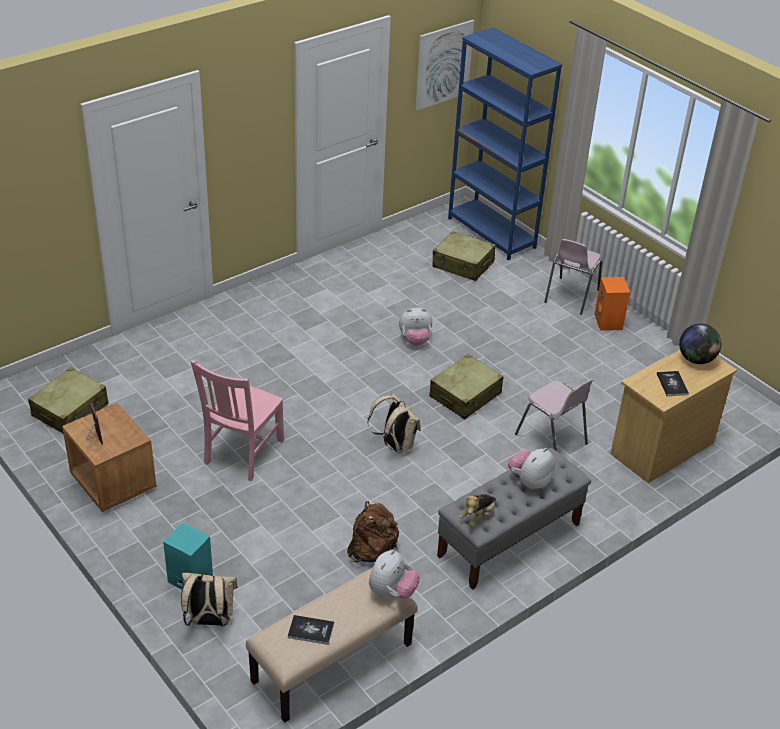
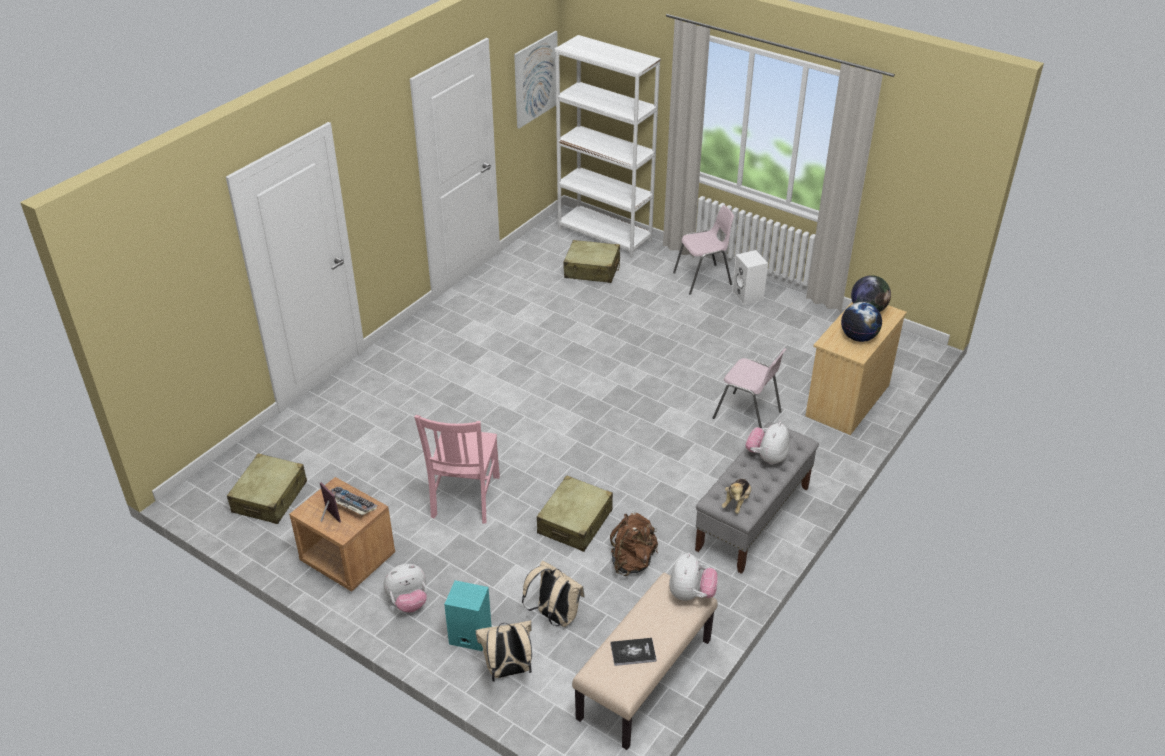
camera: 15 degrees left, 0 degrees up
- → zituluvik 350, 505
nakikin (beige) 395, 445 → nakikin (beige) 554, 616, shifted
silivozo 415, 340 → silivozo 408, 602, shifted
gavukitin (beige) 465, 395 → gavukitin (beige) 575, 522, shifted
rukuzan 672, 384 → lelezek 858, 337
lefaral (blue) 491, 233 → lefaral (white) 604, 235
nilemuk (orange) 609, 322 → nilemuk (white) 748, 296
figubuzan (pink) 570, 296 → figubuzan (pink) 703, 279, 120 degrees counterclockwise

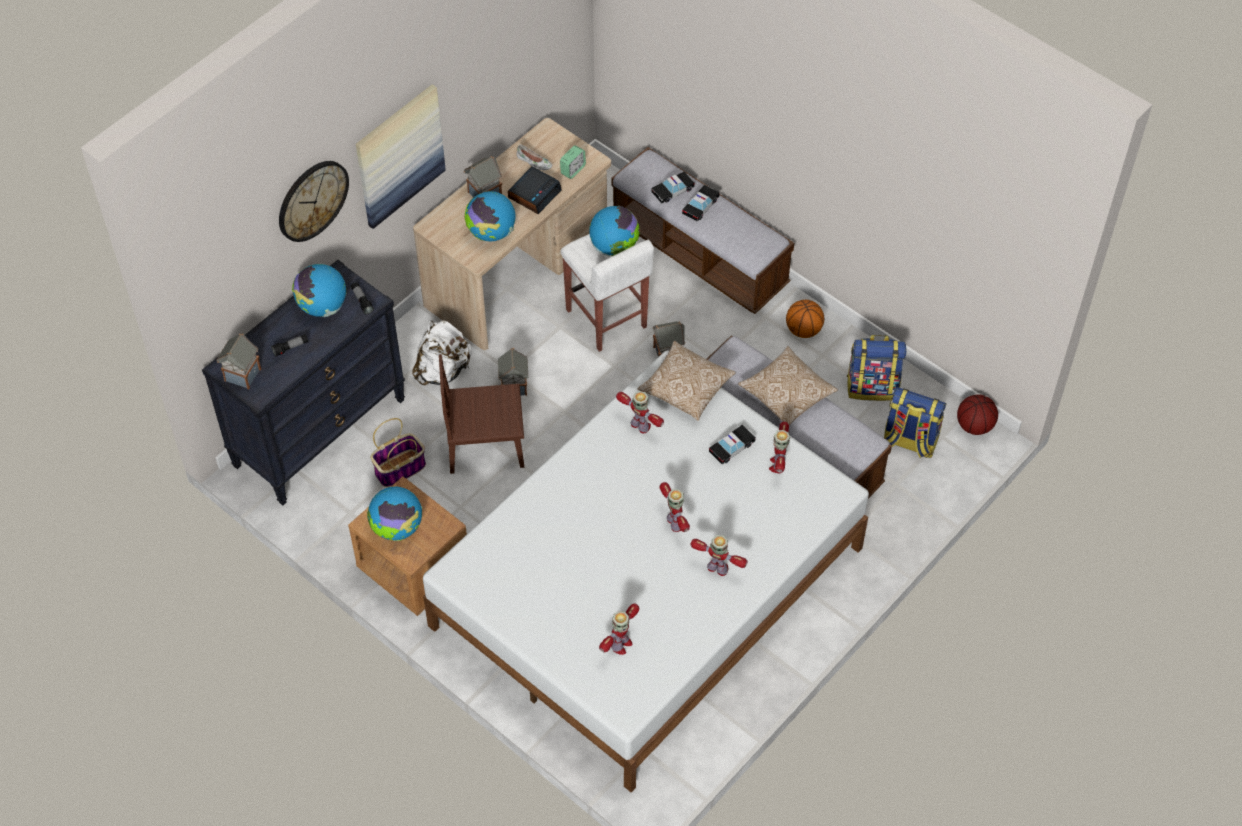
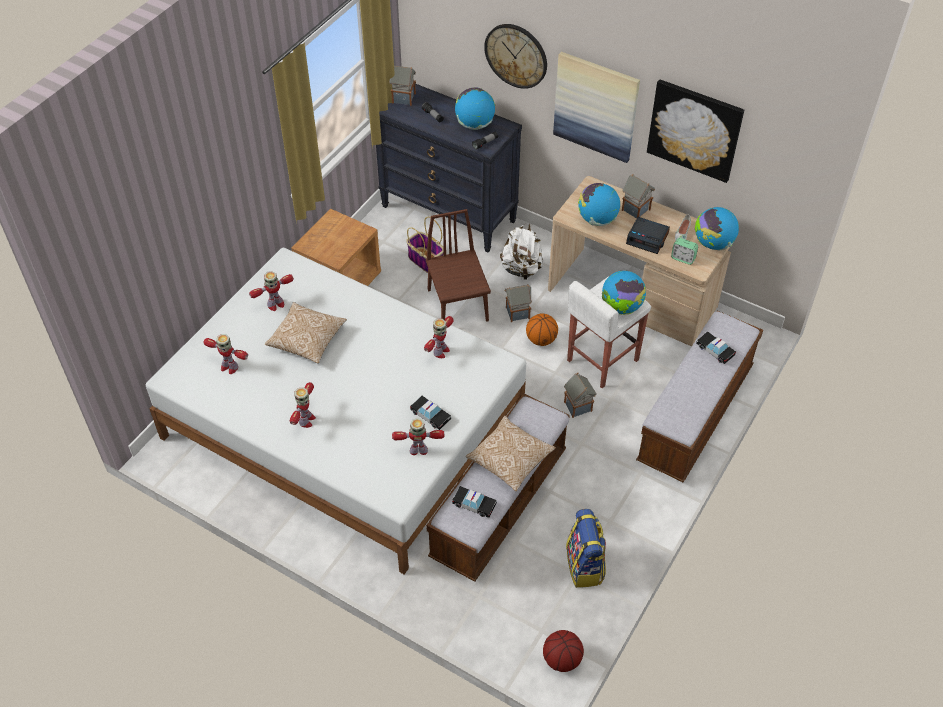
camera: 80 degrees right, 5 degrees down
nakikin 909, 441 → -
- → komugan 695, 130
lelezek 397, 528 → lelezek 713, 244, shifted
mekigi 686, 389 → mekigi 307, 340, shifted
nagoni 675, 523 → nagoni 275, 305, shifted
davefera 700, 206 → davefera 474, 504, shifted
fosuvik 803, 330 → fosuvik 541, 340, shifted

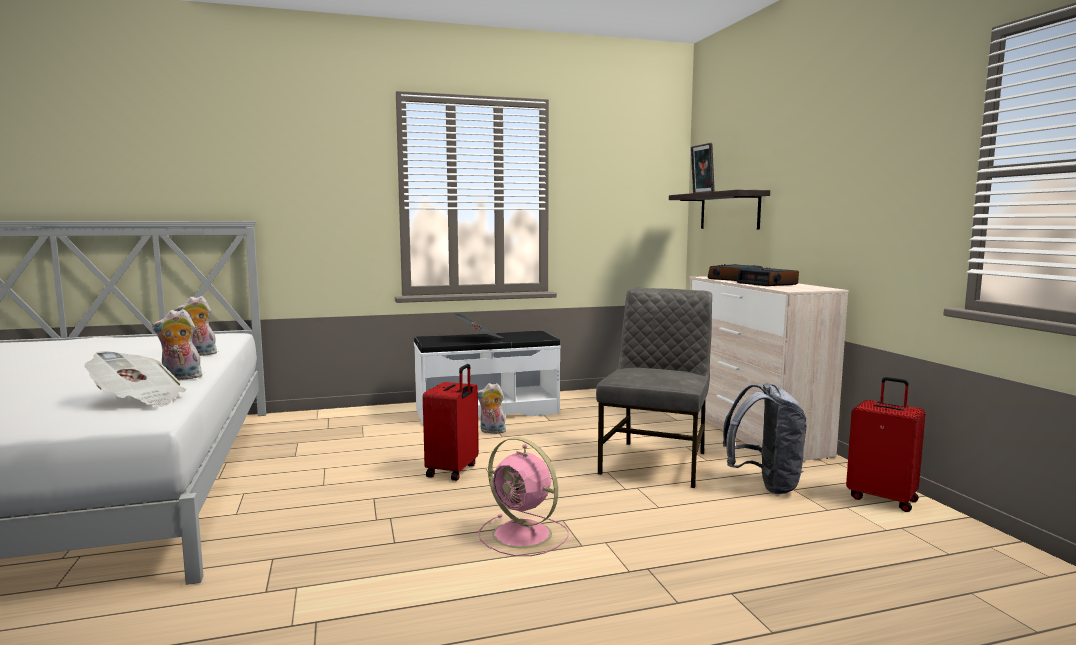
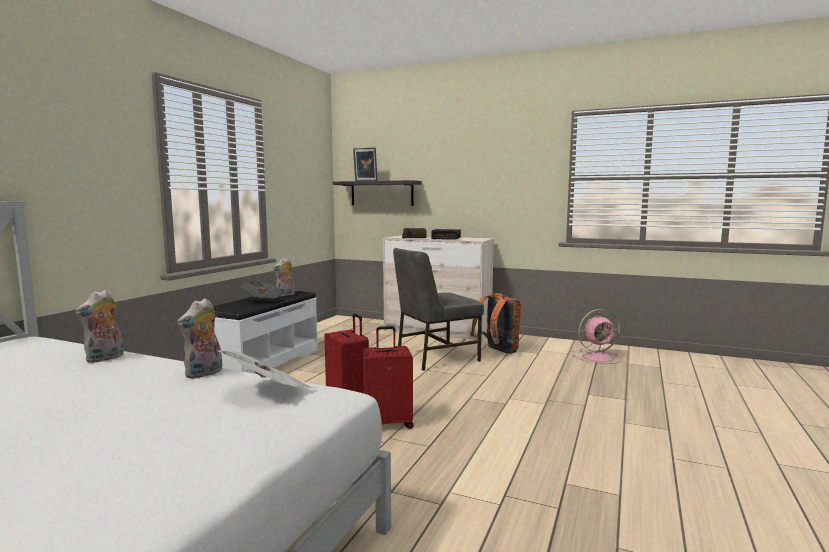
camera: 50 degrees left, 0 degrees up
silivozo 491, 431 → silivozo 285, 295, shifted
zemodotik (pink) 524, 535 → zemodotik (pink) 599, 357, shifted
gavukitin (red) 882, 498 → gavukitin (red) 388, 423, shifted
nakikin (grey) 764, 484 → nakikin (orange) 497, 351
figubuzan (grey) 656, 462 → figubuzan (grey) 435, 357, 90 degrees counterclockwise

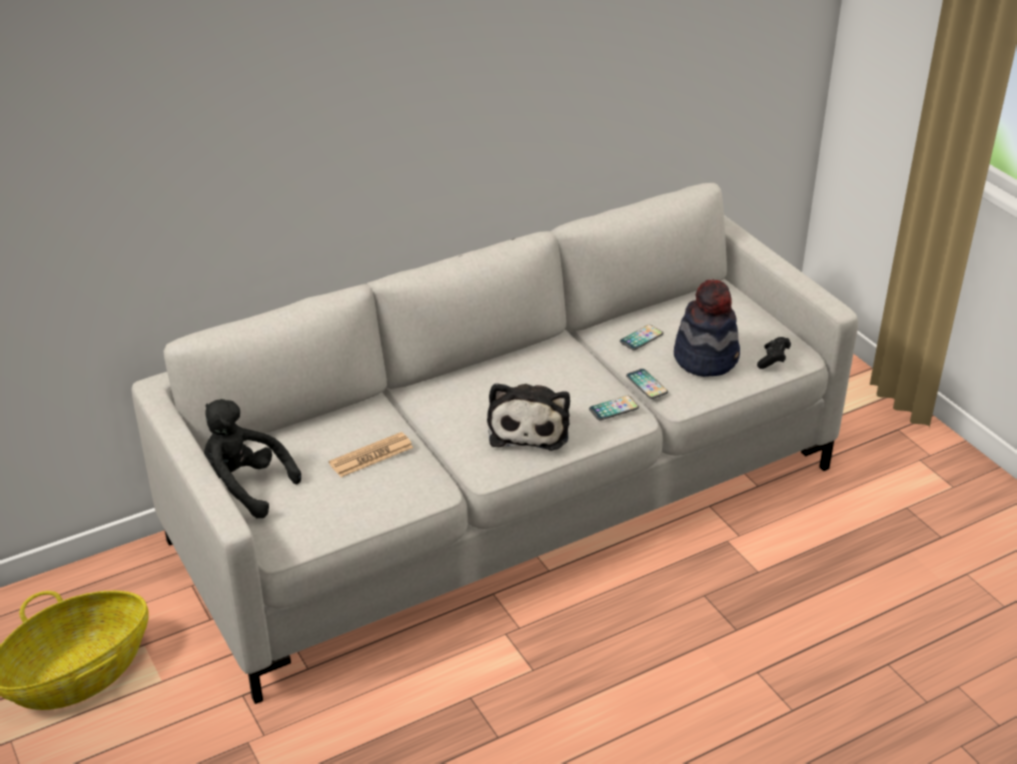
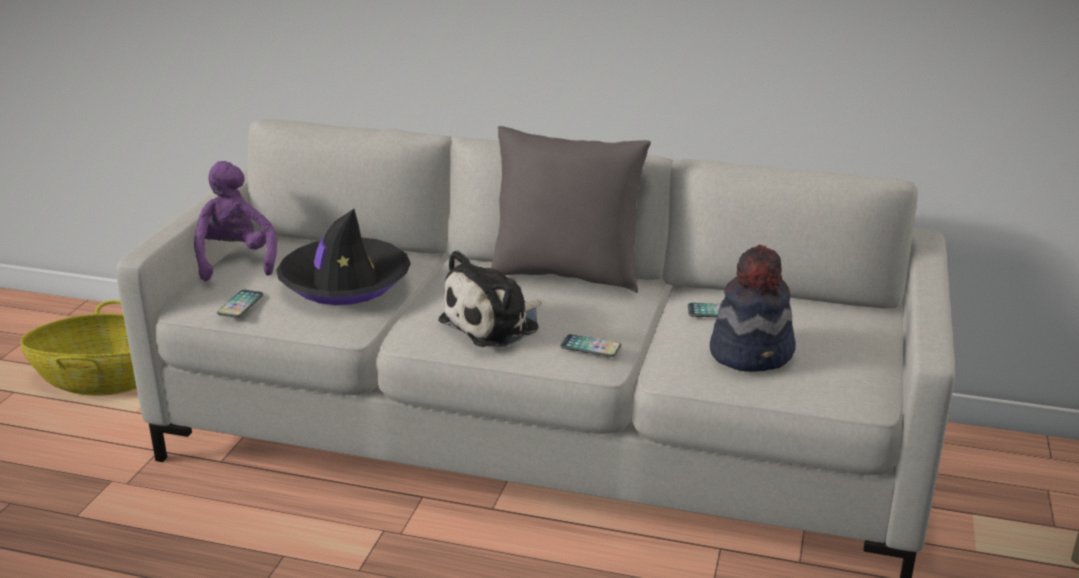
camera: 45 degrees right, 10 degrees down
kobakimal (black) 773, 360 → -
- → mekigi (grey) 566, 275
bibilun 646, 384 → bibilun 240, 305, shifted
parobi 371, 455 → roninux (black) 345, 283
silivozo (black) 243, 488 → silivozo (purple) 233, 261

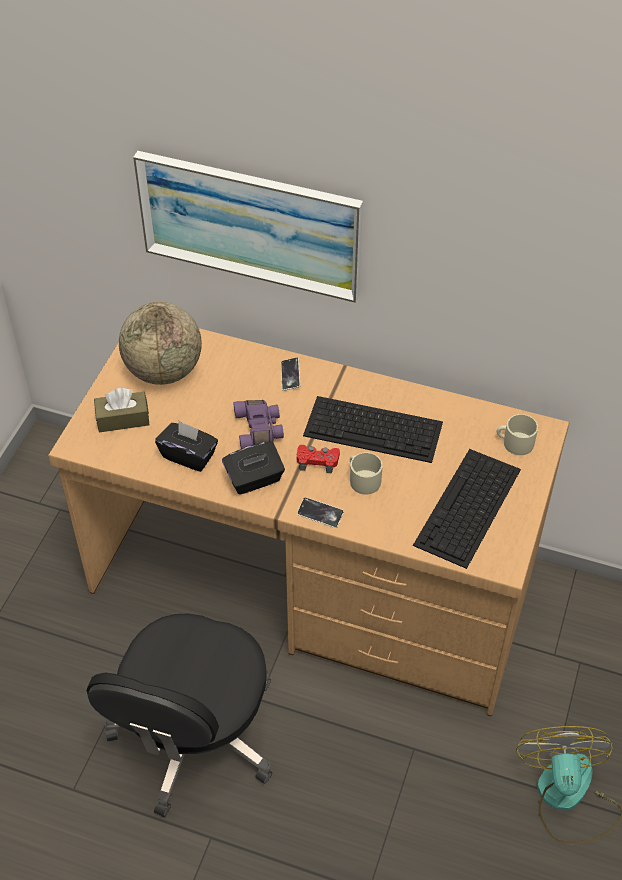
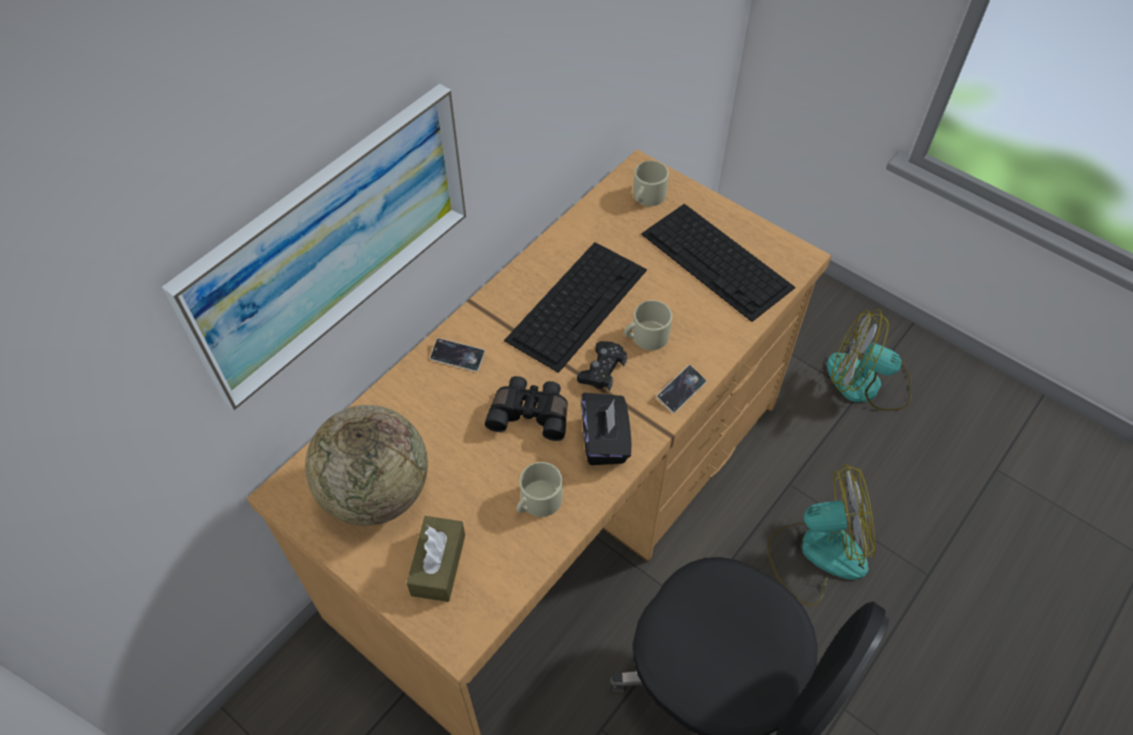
camera: 70 degrees left, 5 degrees up
- → zemodotik 817, 553
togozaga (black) 188, 455 → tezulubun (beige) 537, 502
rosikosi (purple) 260, 430 → rosikosi (black) 530, 413
kobakimal (red) 317, 461 → kobakimal (black) 602, 370

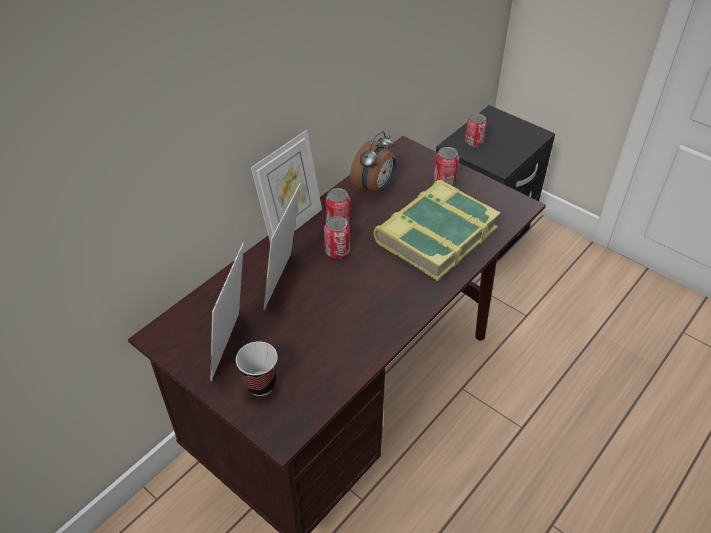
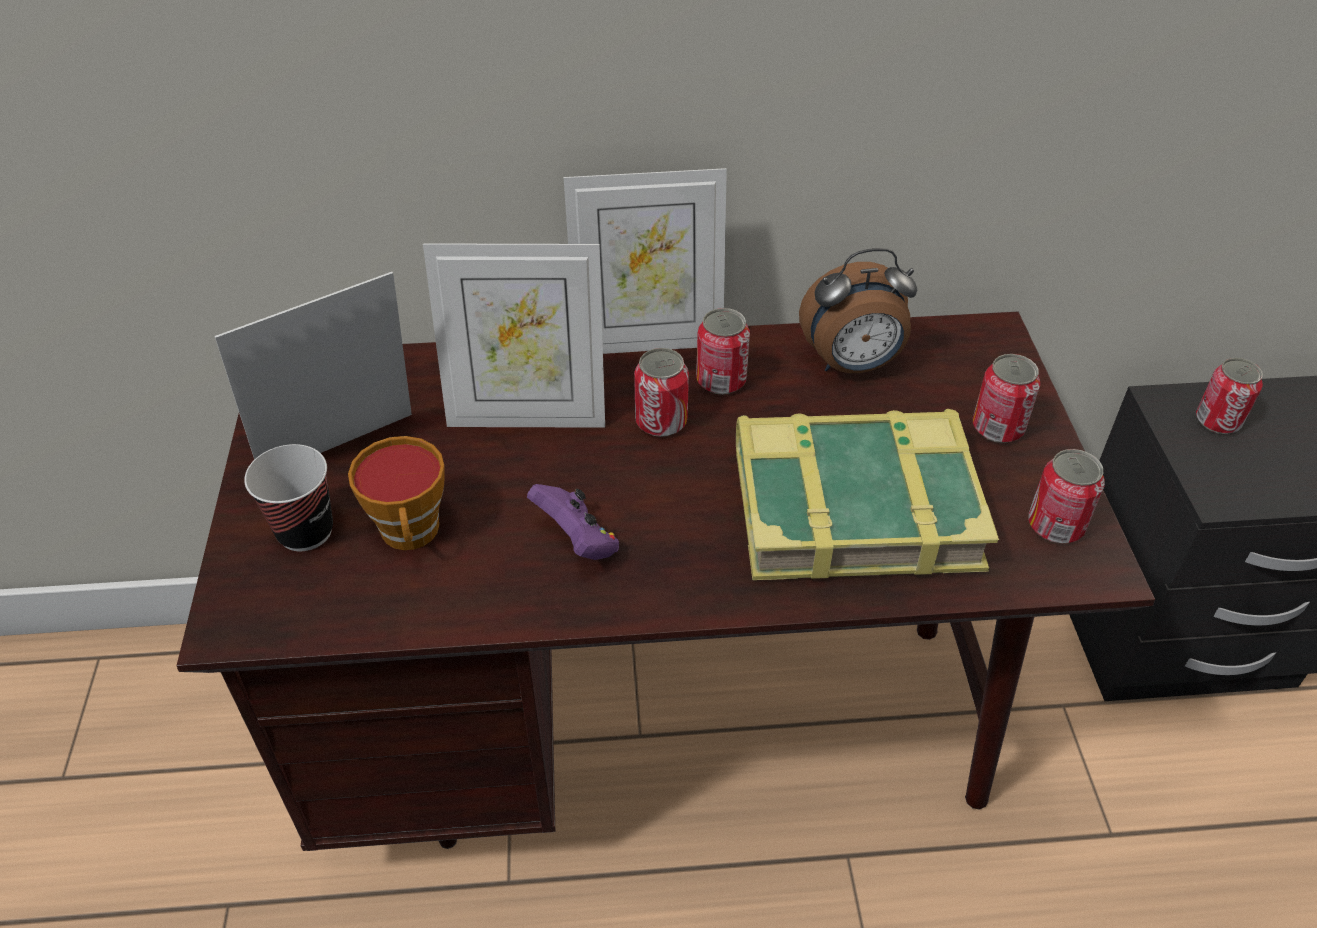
camera: 45 degrees right, 0 degrees up
- → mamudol 412, 533
- → kobakimal (purple) 577, 541
- → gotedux 1055, 525
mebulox 285, 282 → mebulox 527, 415, 150 degrees counterclockwise

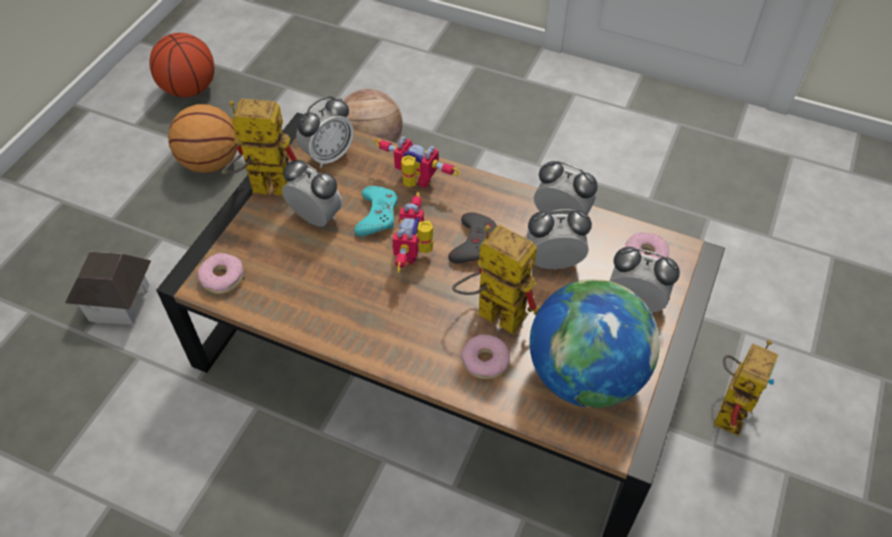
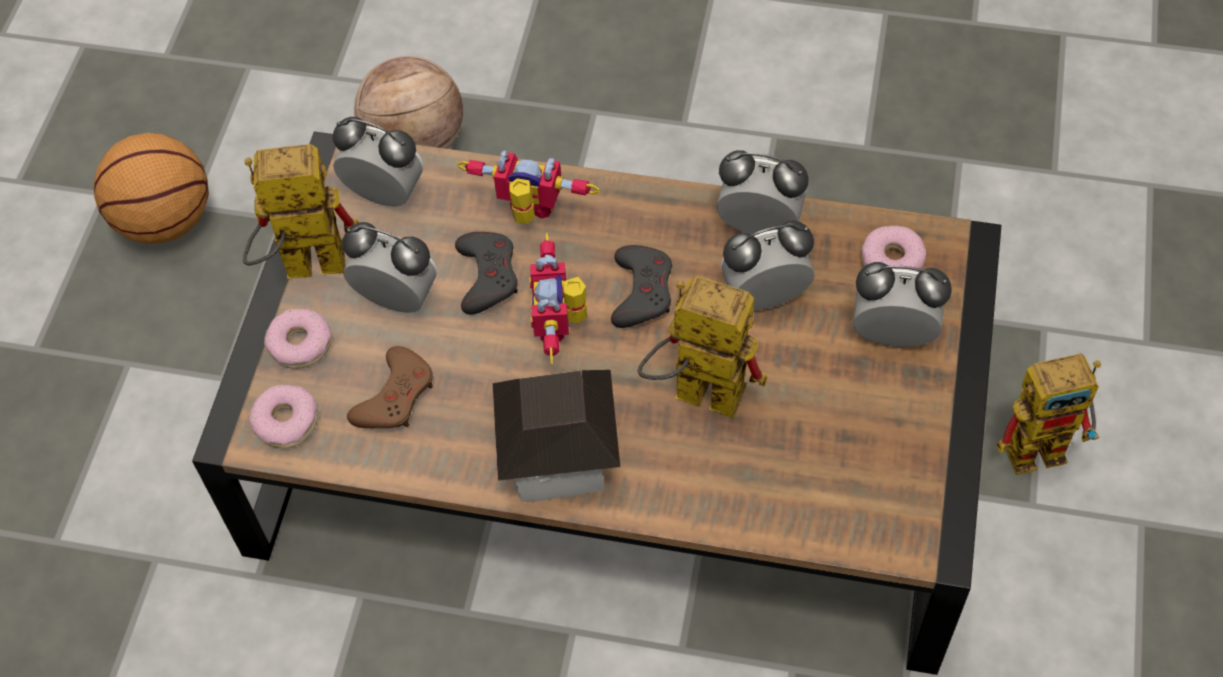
camera: 10 degrees left, 5 degrees up
fosuvik 189, 89 → -
lelezek 585, 375 → -
- → kobakimal (brown) 395, 396
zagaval 119, 302 → zagaval 559, 456, shifted
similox 485, 361 → similox 300, 344, shifted
kobakimal (turquoise) 377, 215 → kobakimal (grey) 487, 276
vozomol 328, 155 → vozomol 385, 194, 105 degrees counterclockwise
nagoni 730, 406 → nagoni 1045, 444, 60 degrees clockwise

